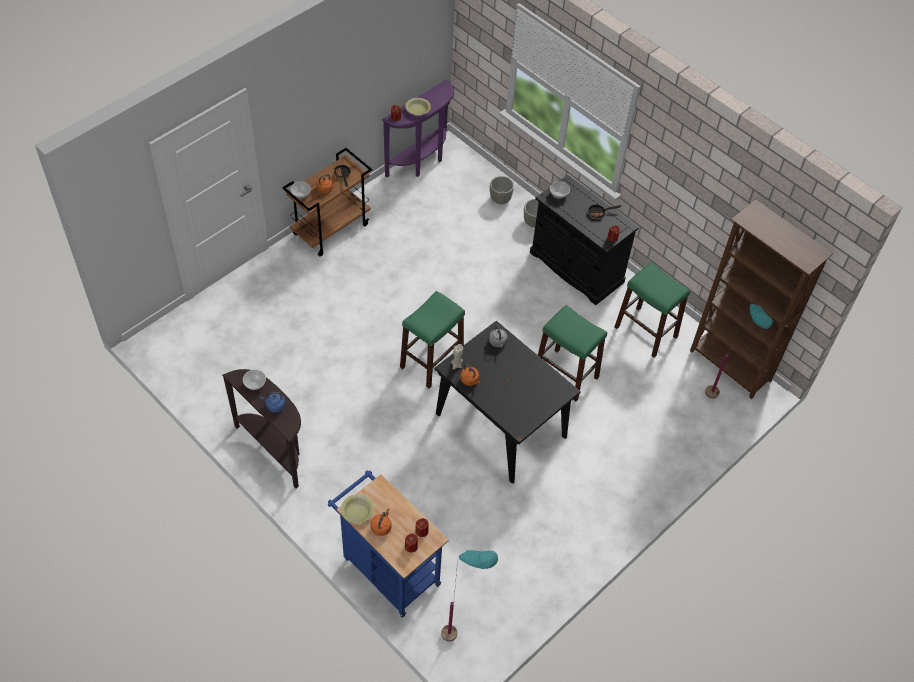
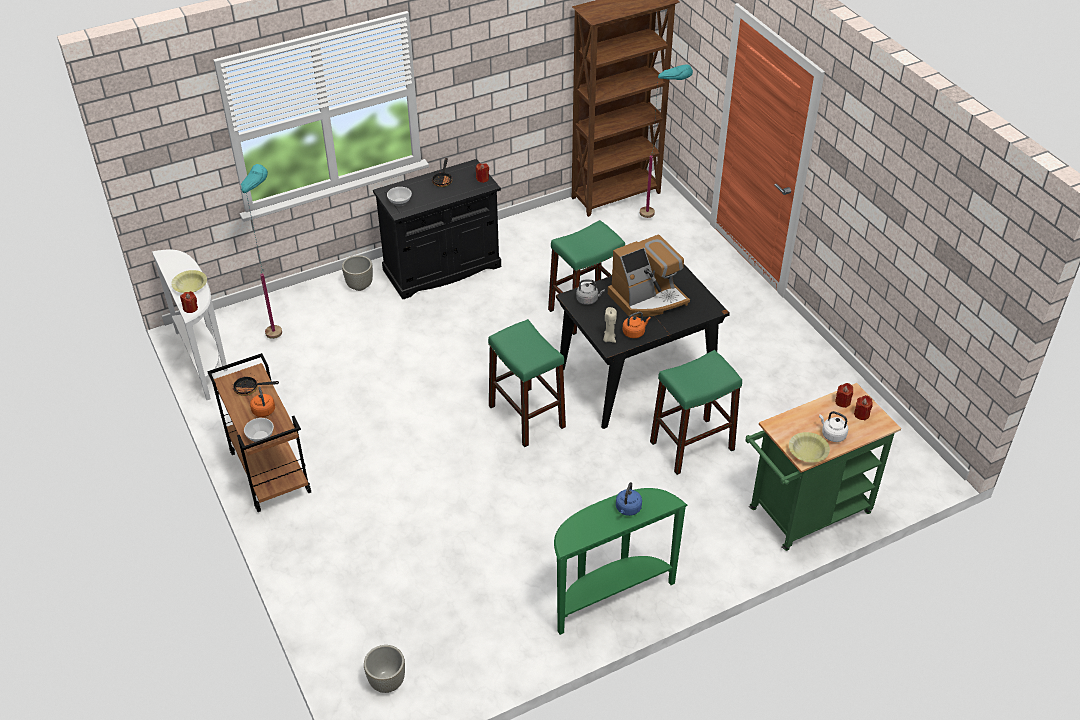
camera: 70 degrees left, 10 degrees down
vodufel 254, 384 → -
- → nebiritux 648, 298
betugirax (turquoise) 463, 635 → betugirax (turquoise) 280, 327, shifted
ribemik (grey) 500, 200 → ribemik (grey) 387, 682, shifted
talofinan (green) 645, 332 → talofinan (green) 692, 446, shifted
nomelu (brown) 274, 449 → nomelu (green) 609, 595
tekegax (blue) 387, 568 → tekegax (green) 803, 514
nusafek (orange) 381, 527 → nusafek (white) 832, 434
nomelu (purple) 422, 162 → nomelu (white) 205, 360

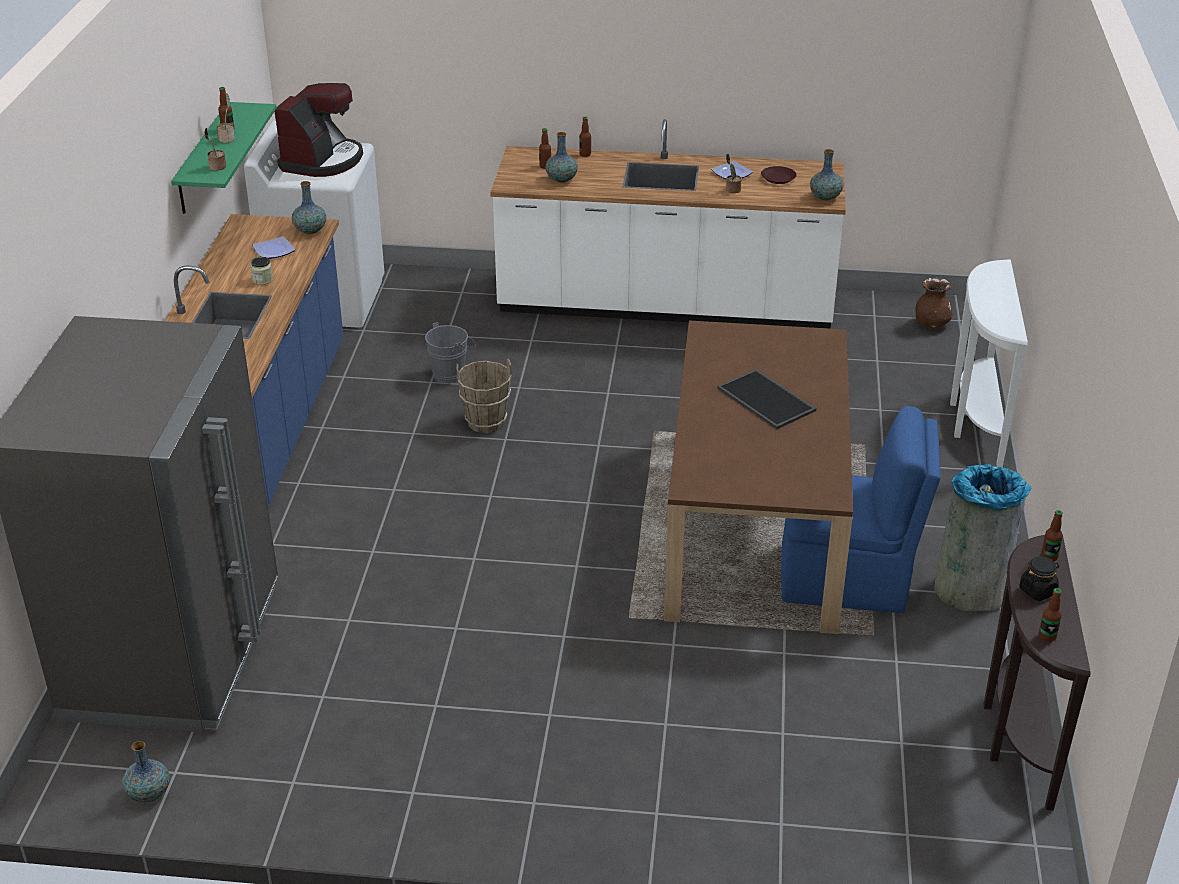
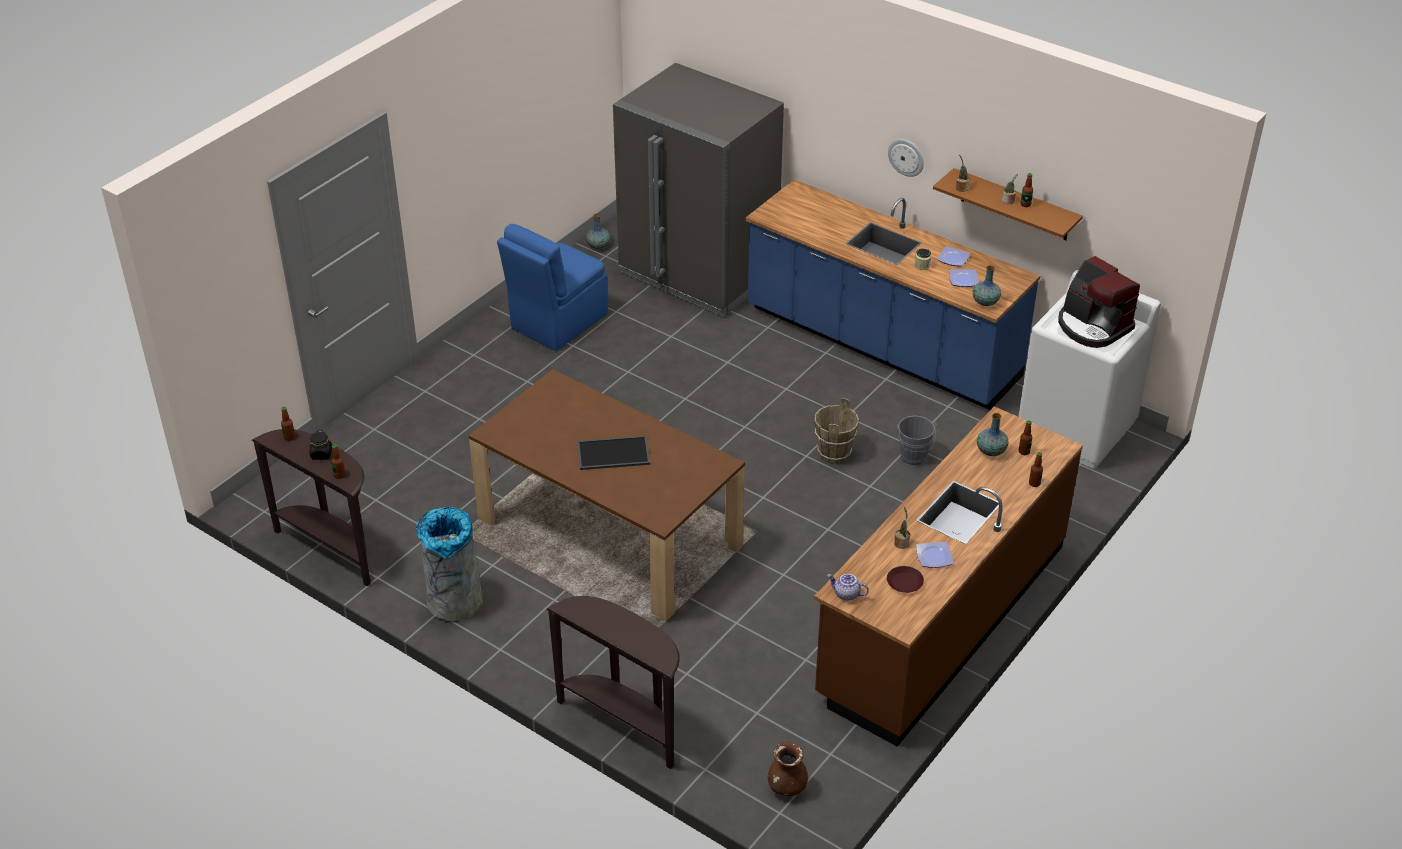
camera: 120 degrees right, 5 degrees up
- → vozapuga 906, 157
- → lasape 954, 258
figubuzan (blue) 848, 579 → figubuzan (blue) 557, 322, shifted
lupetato 825, 197 → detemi 846, 594
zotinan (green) 203, 159 → zotinan (brown) 1015, 205
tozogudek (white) 665, 305 → tozogudek (brown) 941, 620
nomelu (white) 974, 422 → nomelu (brown) 624, 723

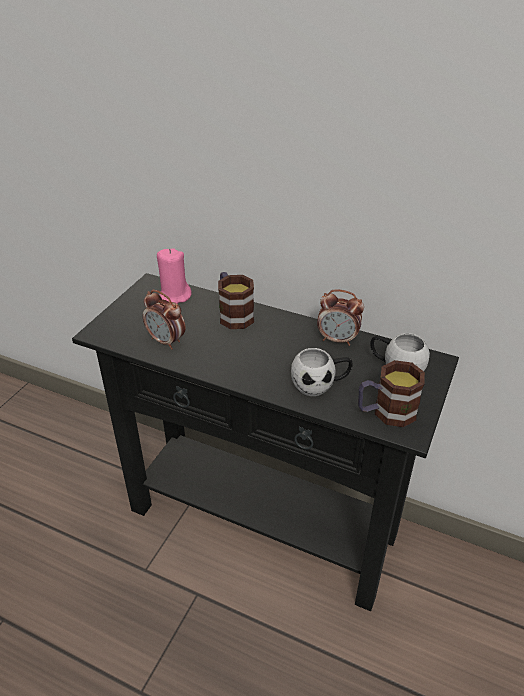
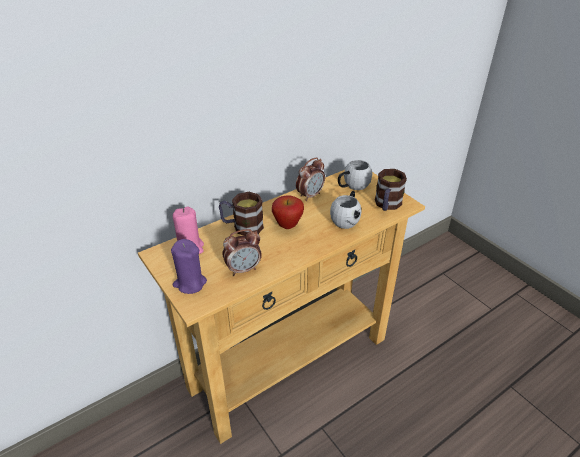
camera: 60 degrees left, 0 degrees up
- → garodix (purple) 190, 283
- → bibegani 287, 226
nomelu (black) 262, 522 → nomelu (beige) 289, 362

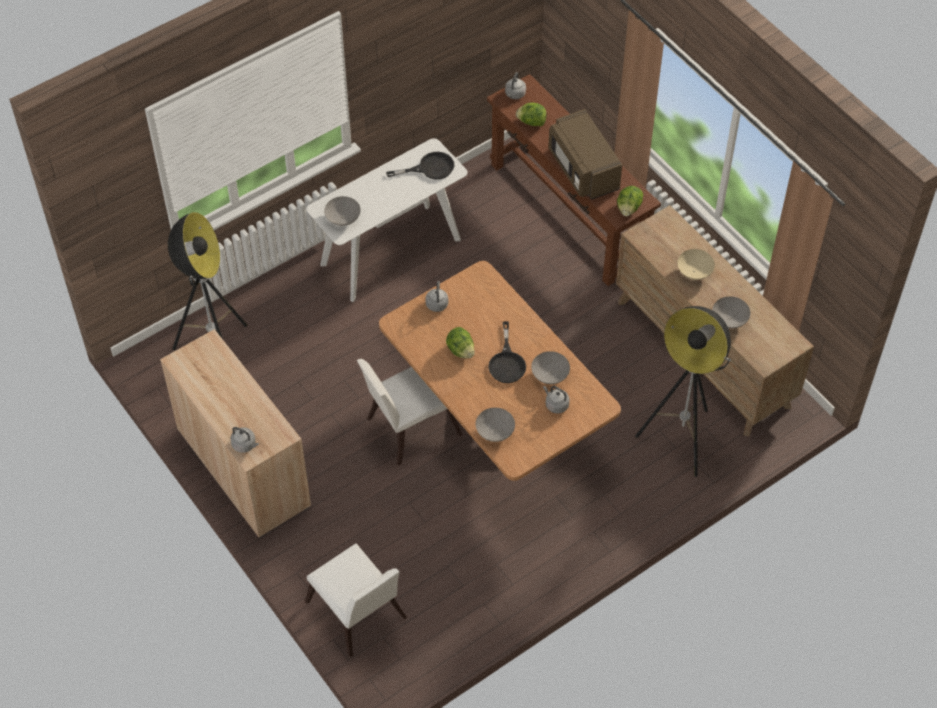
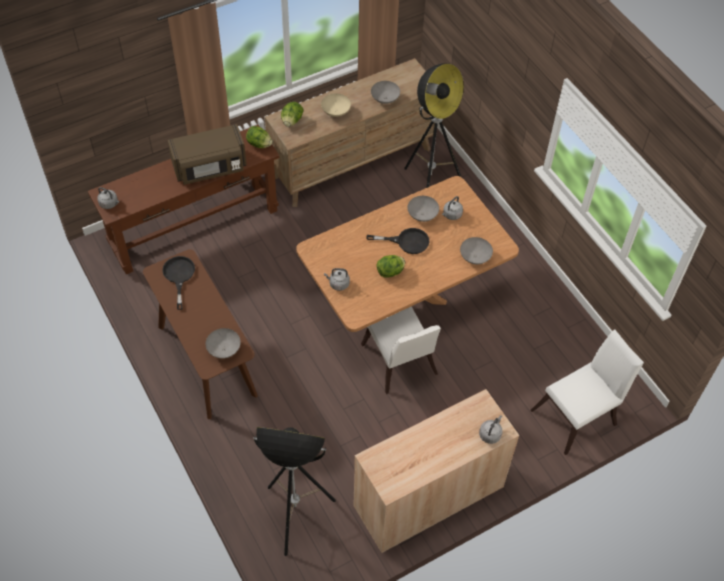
camera: 85 degrees left, 0 degrees up
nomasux 531, 122 → nomasux 292, 121, shifted
nomelu (white) 390, 251 → nomelu (brown) 206, 360

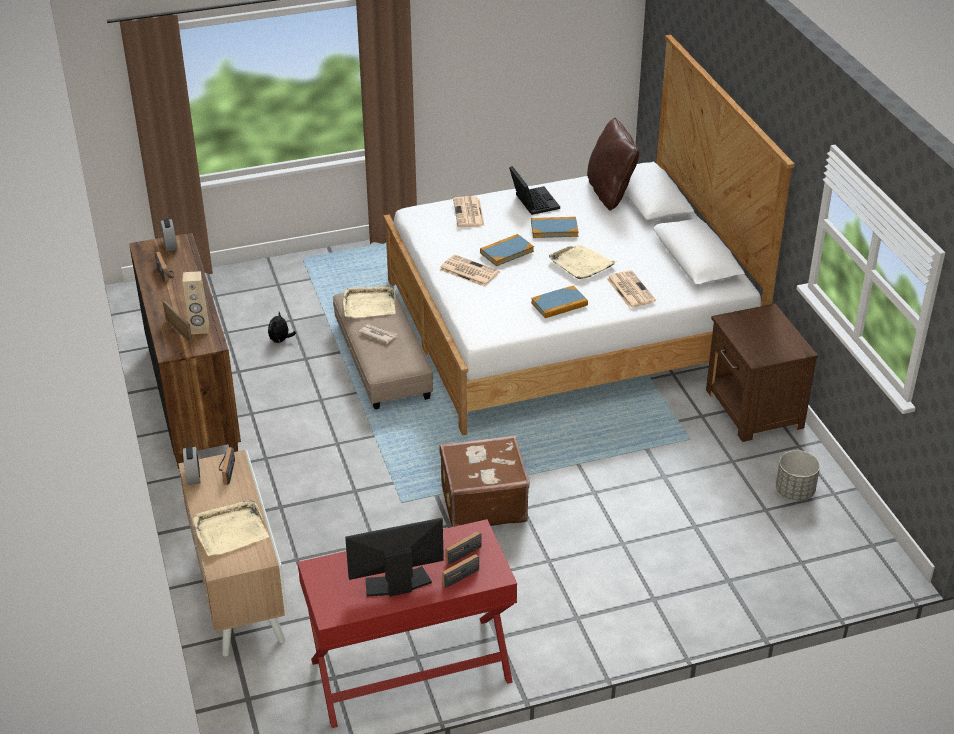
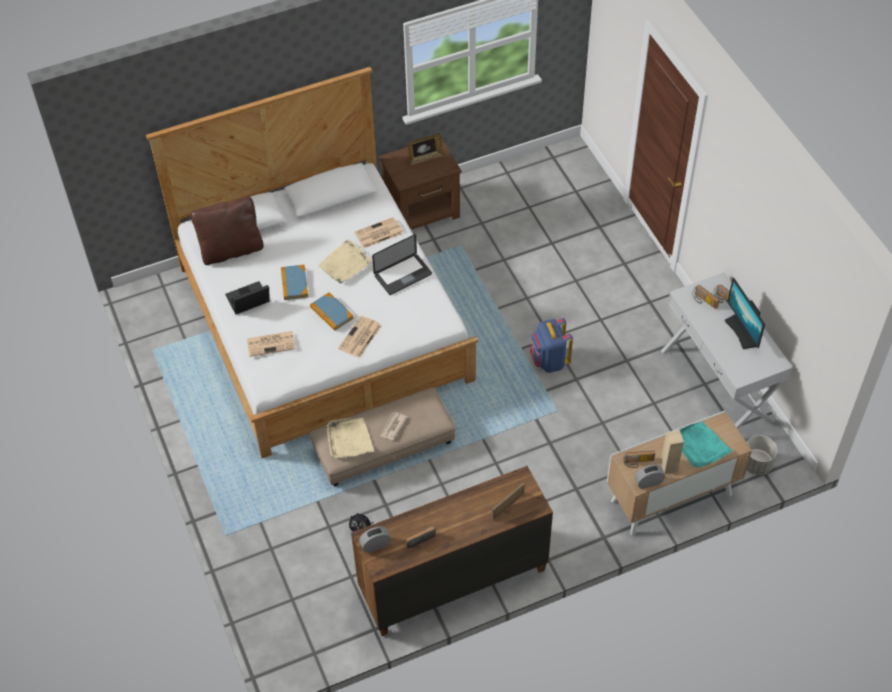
camera: 95 degrees left, 15 degrees up
- → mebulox 425, 158
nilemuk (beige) 199, 329 → nilemuk (beige) 669, 466, shifted
ribemik (grey) 794, 491 → ribemik (grey) 756, 464, shifted
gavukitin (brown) 482, 503 → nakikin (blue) 549, 361
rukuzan 559, 304 → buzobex 403, 275
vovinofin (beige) 230, 530 → vovinofin (turquoise) 700, 446
nomelu (red) 411, 671 → nomelu (white) 717, 385

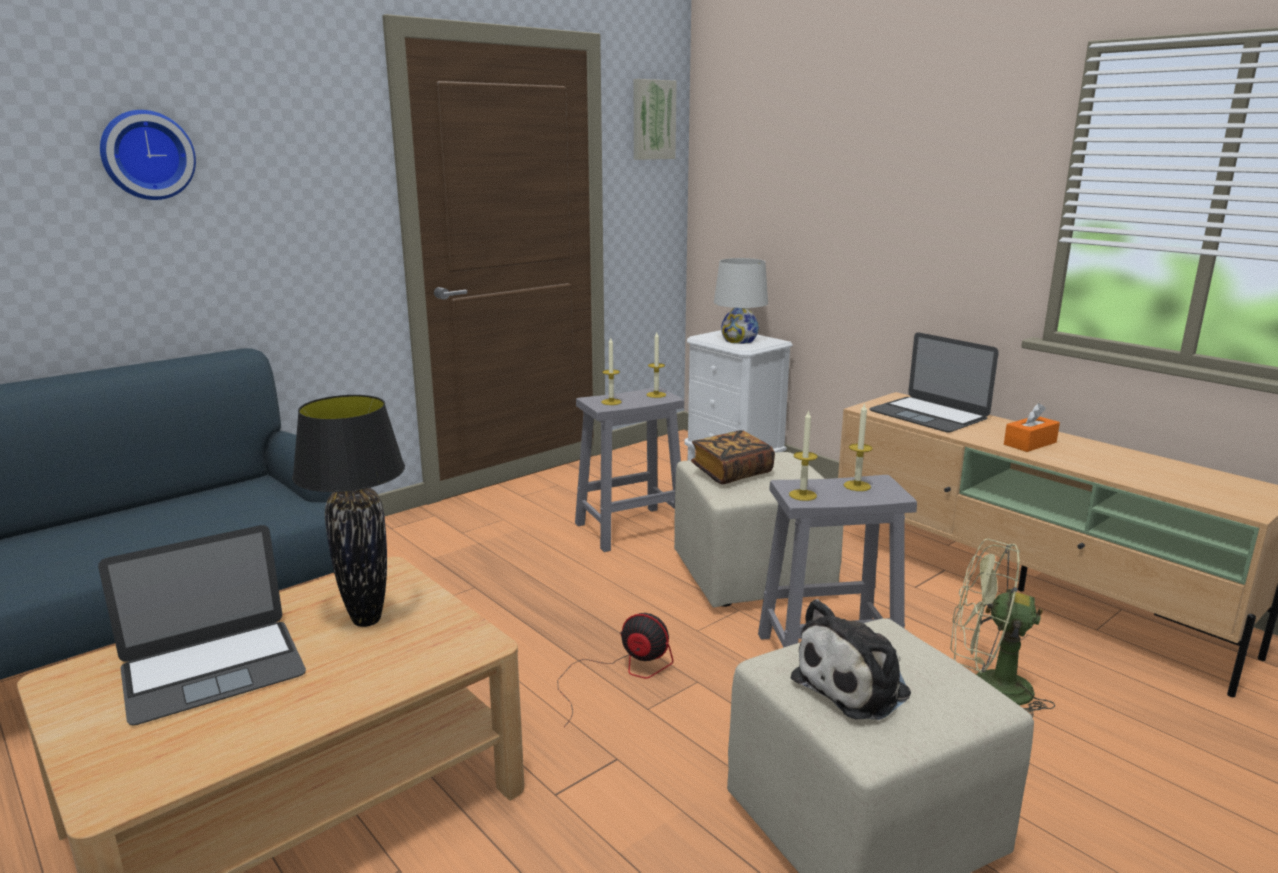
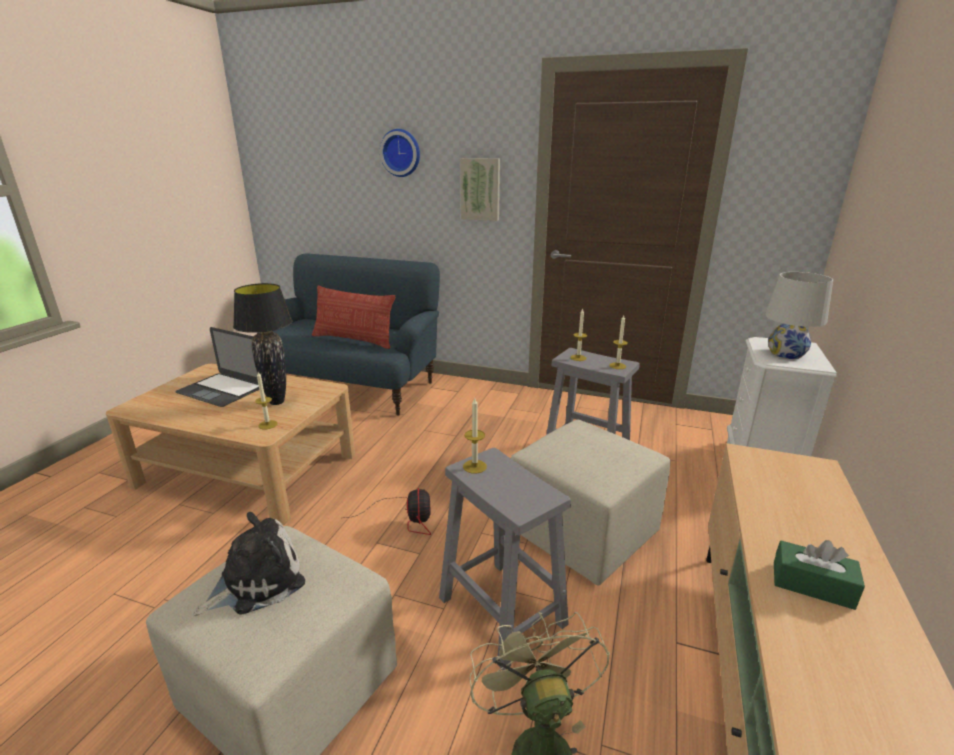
camera: 60 degrees right, 5 degrees up
rukuzan 731, 472 → -
buzobex 928, 415 → -
- → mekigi 354, 340
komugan 652, 120 → komugan 480, 189, shifted
garodix 857, 486 → garodix 268, 425, shifted
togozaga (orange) 1030, 443 → togozaga (green) 812, 585
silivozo 856, 685 → silivozo 256, 581, 120 degrees clockwise

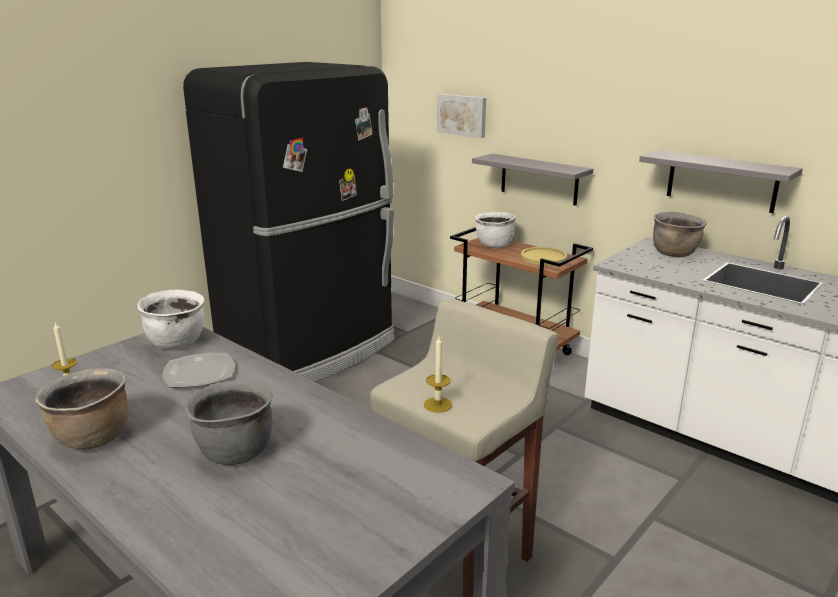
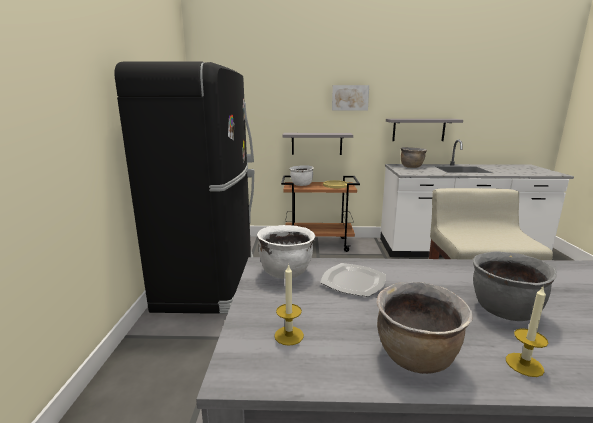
camera: 40 degrees left, 5 degrees down
garodix 438, 405 → garodix 524, 364, shifted
komugan 462, 115 → komugan 350, 97, shifted

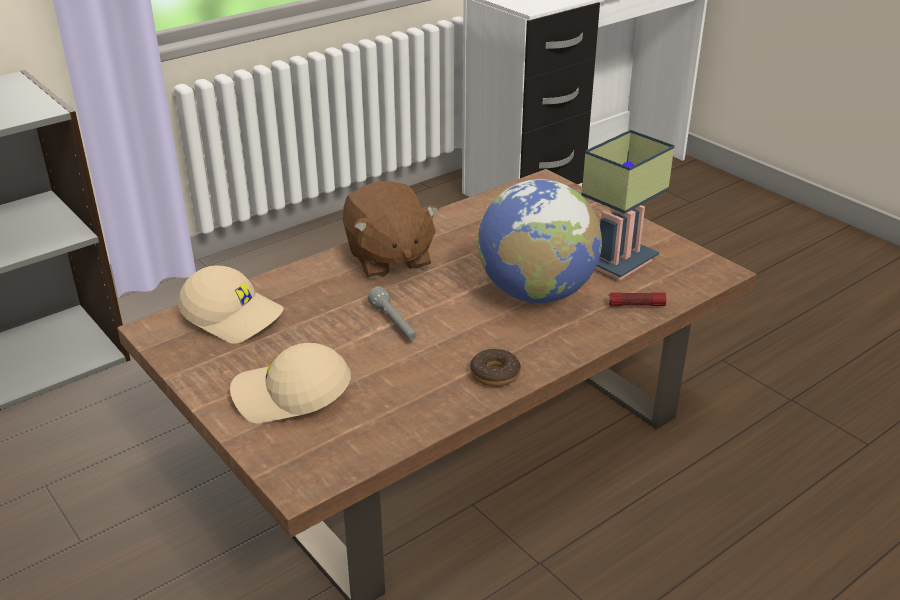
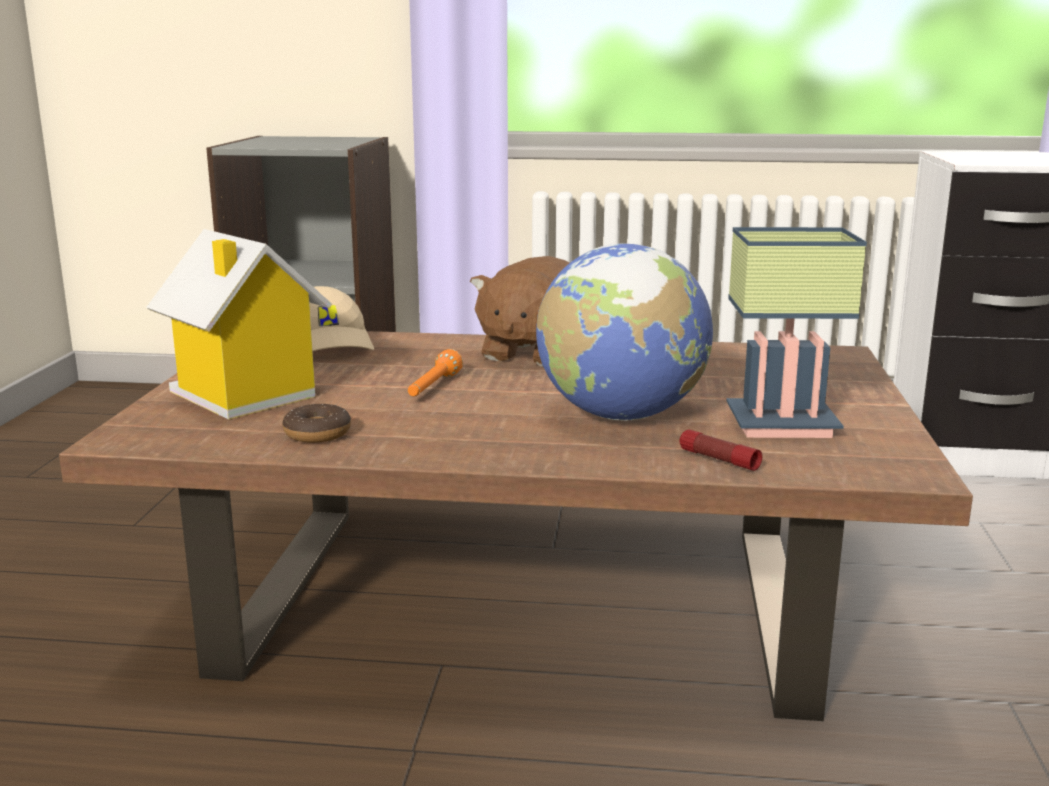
camera: 45 degrees right, 15 degrees down
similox 495, 374 → similox 317, 433, shifted
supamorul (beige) 291, 396 → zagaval 244, 396
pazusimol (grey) 394, 323 → pazusimol (orange) 433, 388

